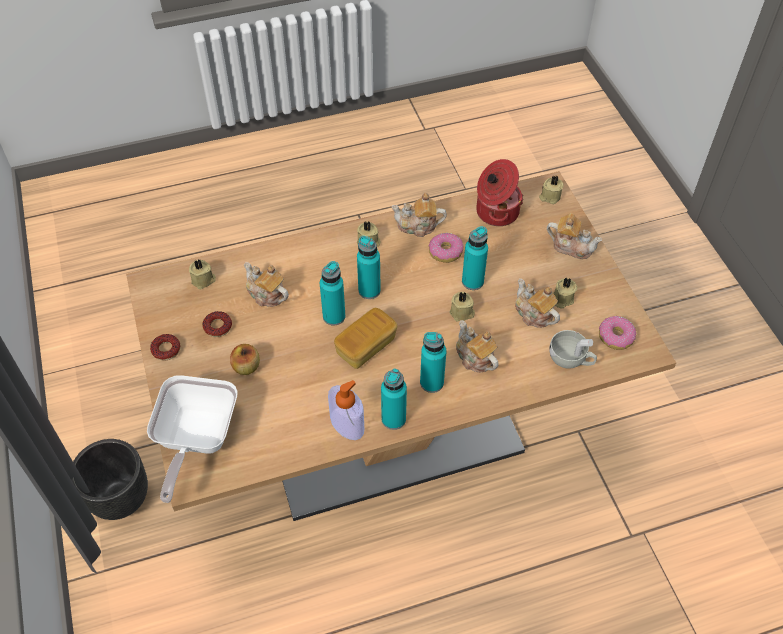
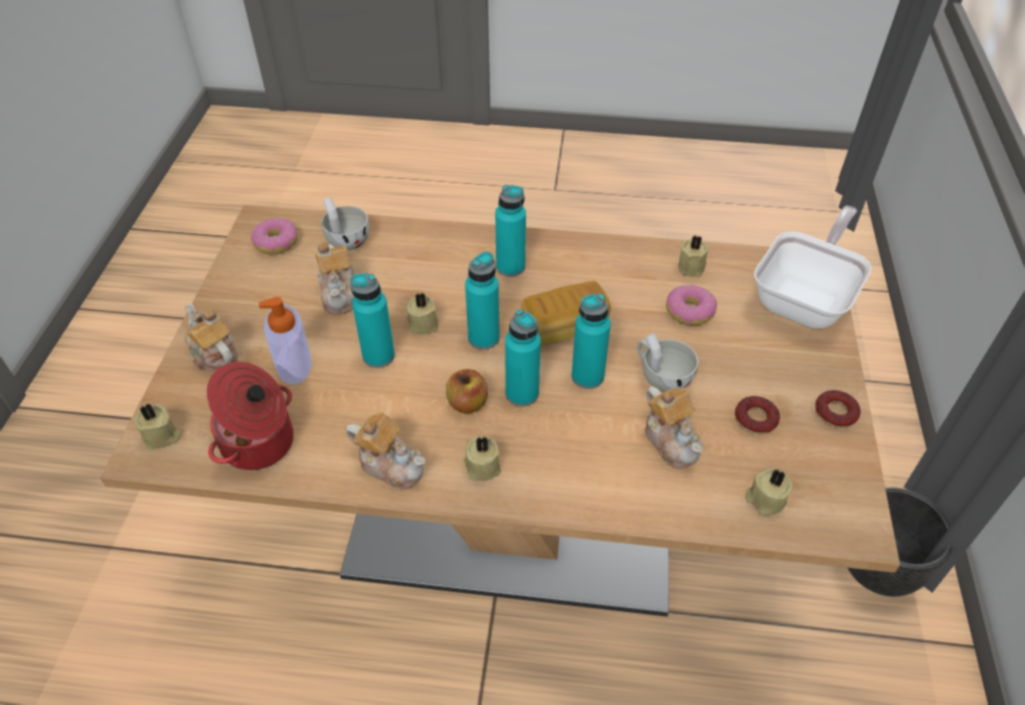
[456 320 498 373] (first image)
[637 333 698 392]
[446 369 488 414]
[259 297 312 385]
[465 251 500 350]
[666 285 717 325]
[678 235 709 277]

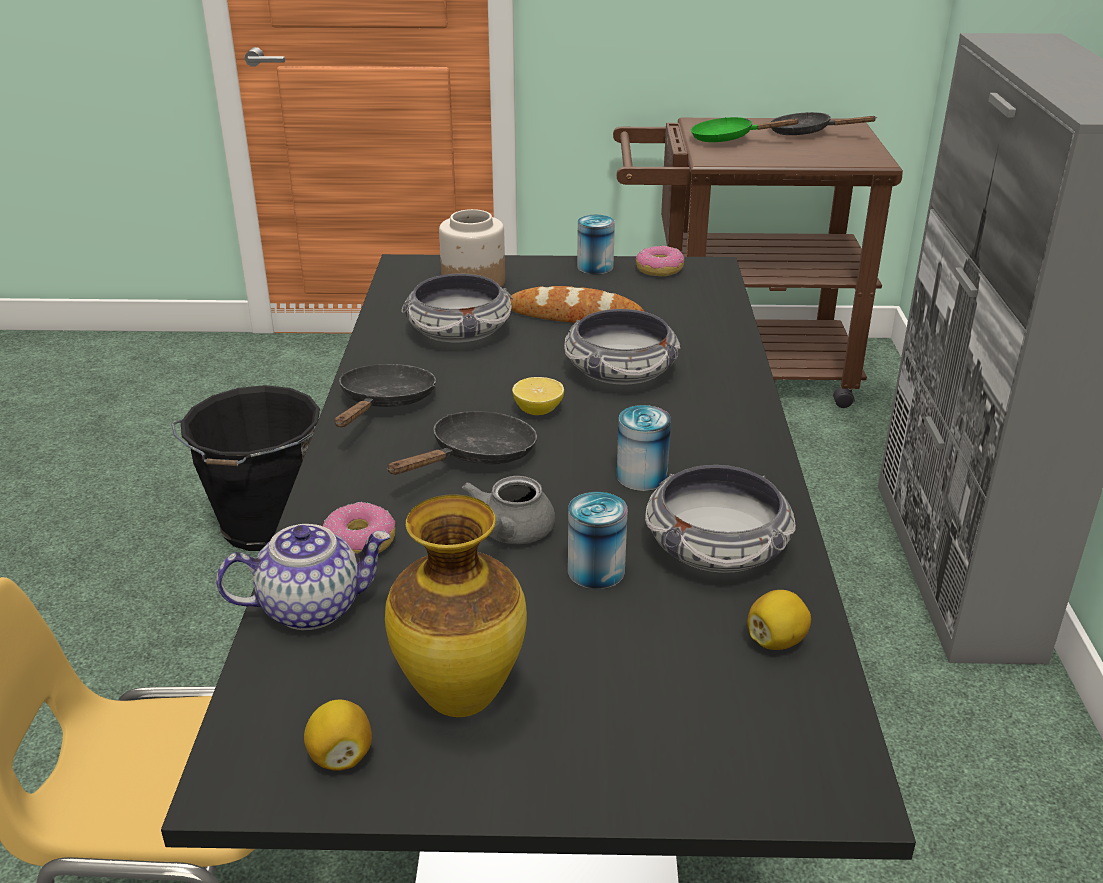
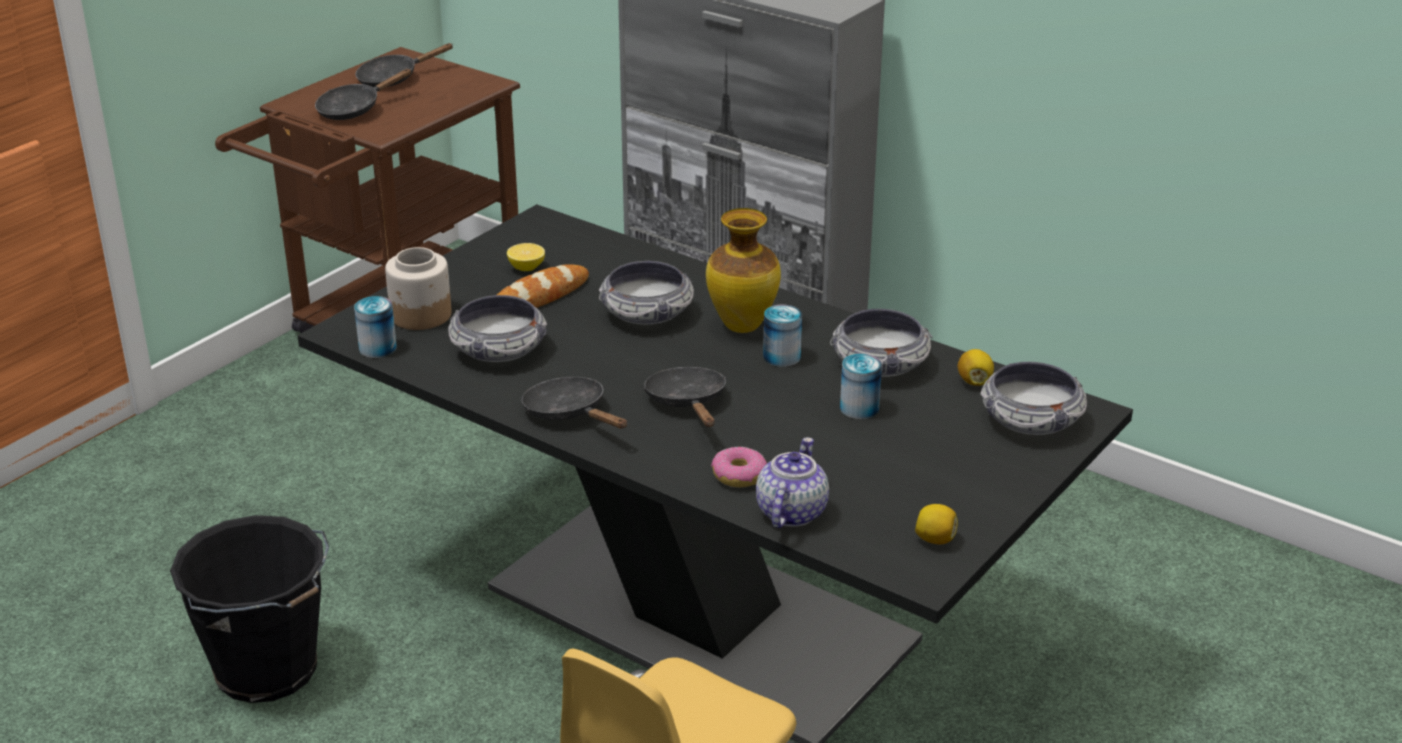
[462 476 555 544] (first image)
[635 246 684 276] (first image)
[981 362 1087 435]
[706 208 781 333]
[507 243 545 271]
[354 296 397 358]
[315 69 412 120]

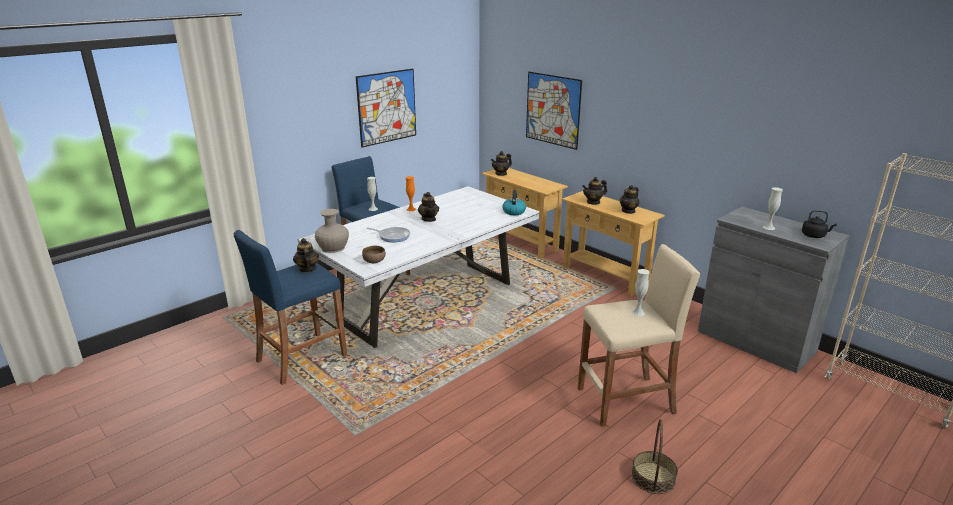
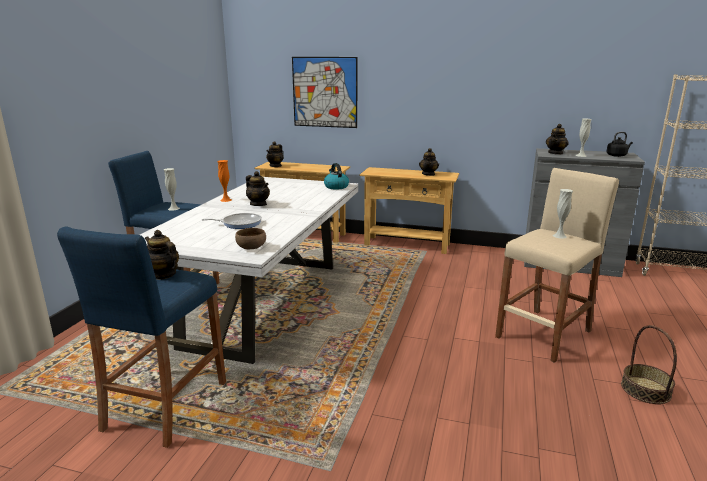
[315 209 349 253] (first image)
[356 69 416 147] (first image)
[546 124 569 155]

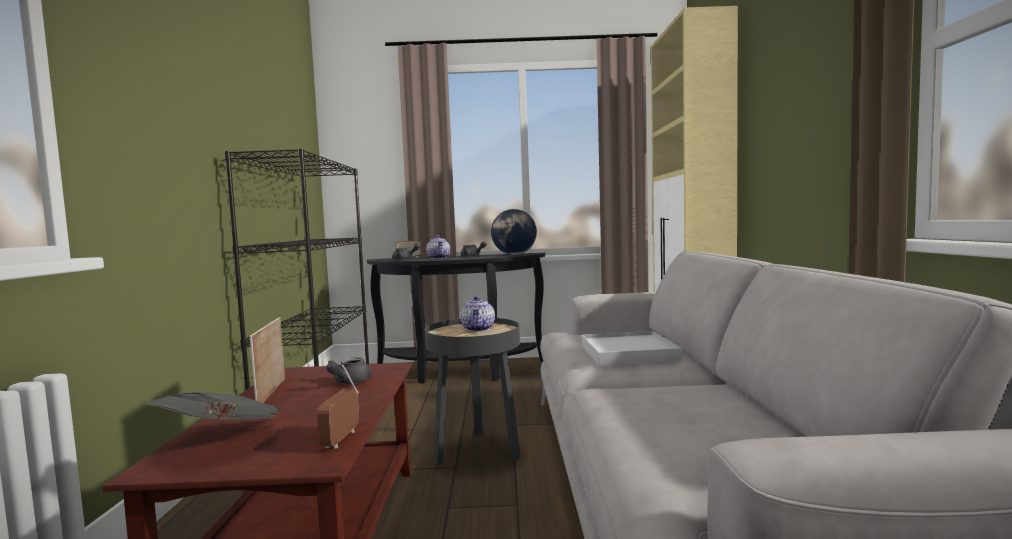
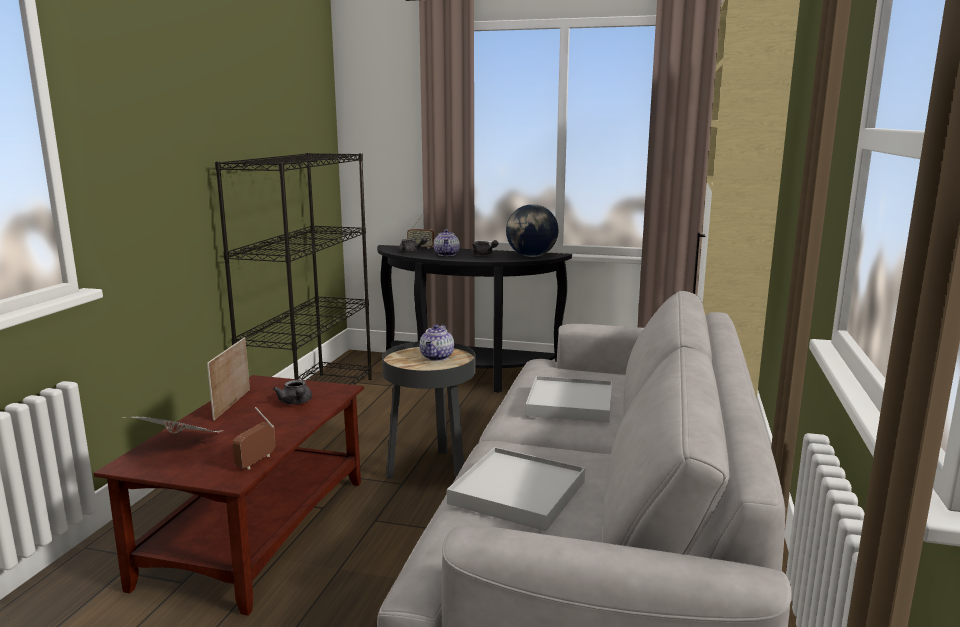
[447 447 585 531]
[273 380 312 404]

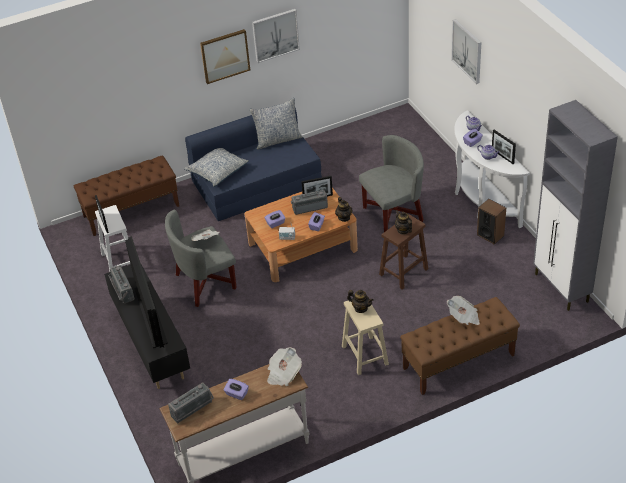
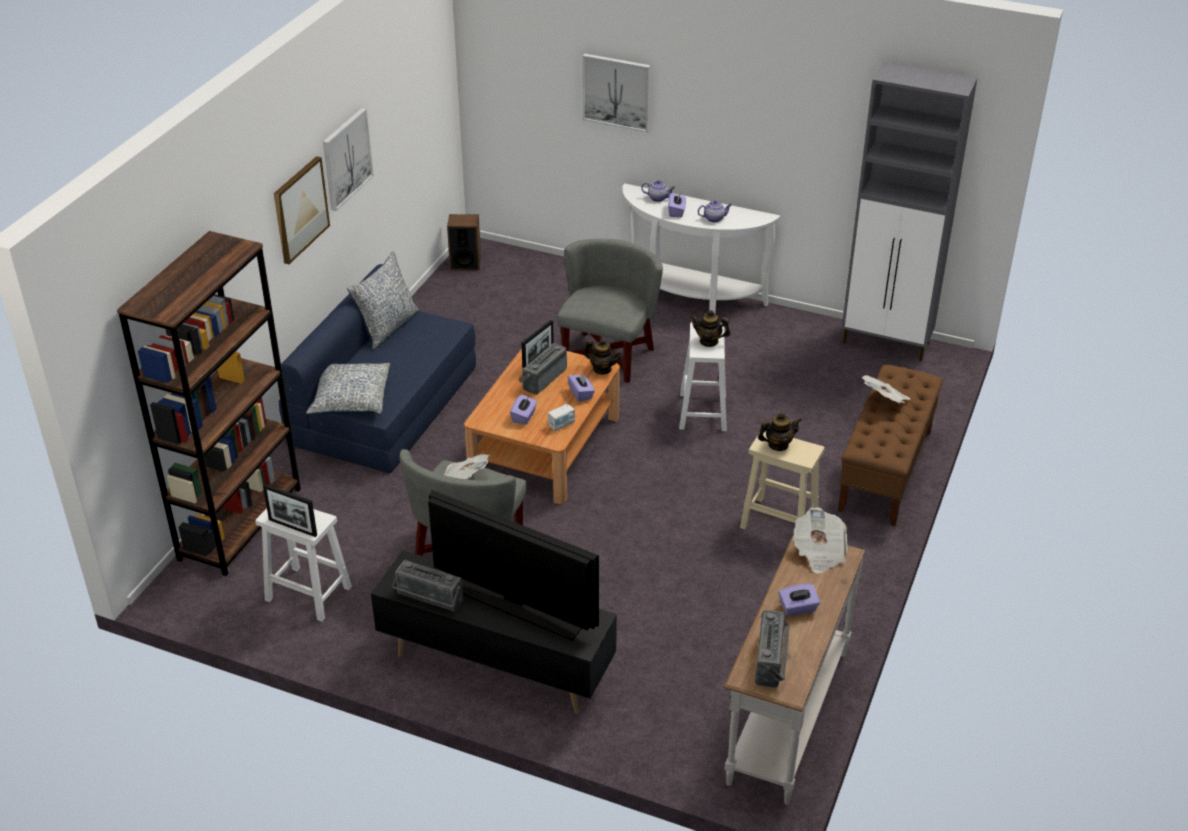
[492 130 516 164] (first image)
[447 214 481 271]
[117 231 301 576]
[679 322 727 431]

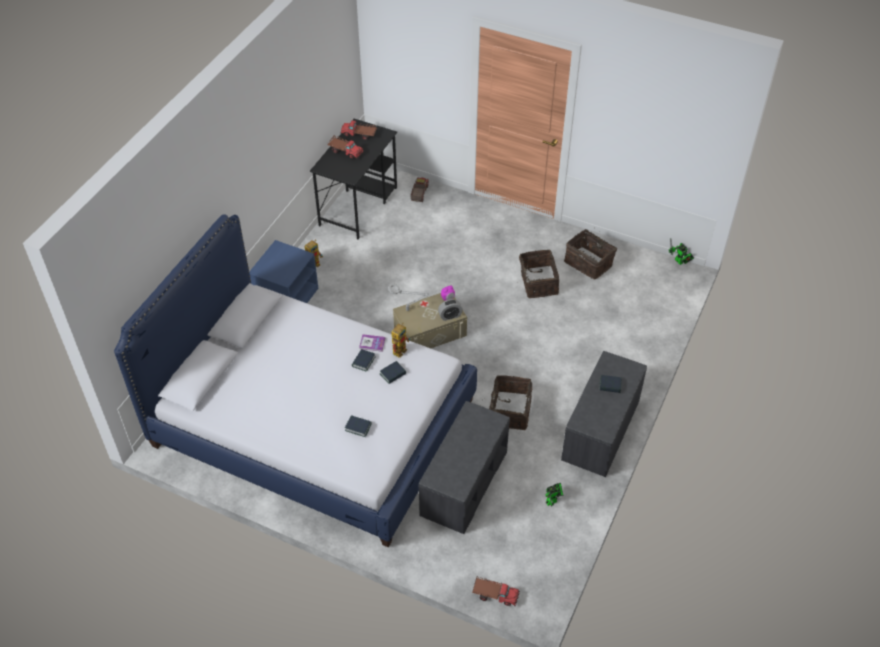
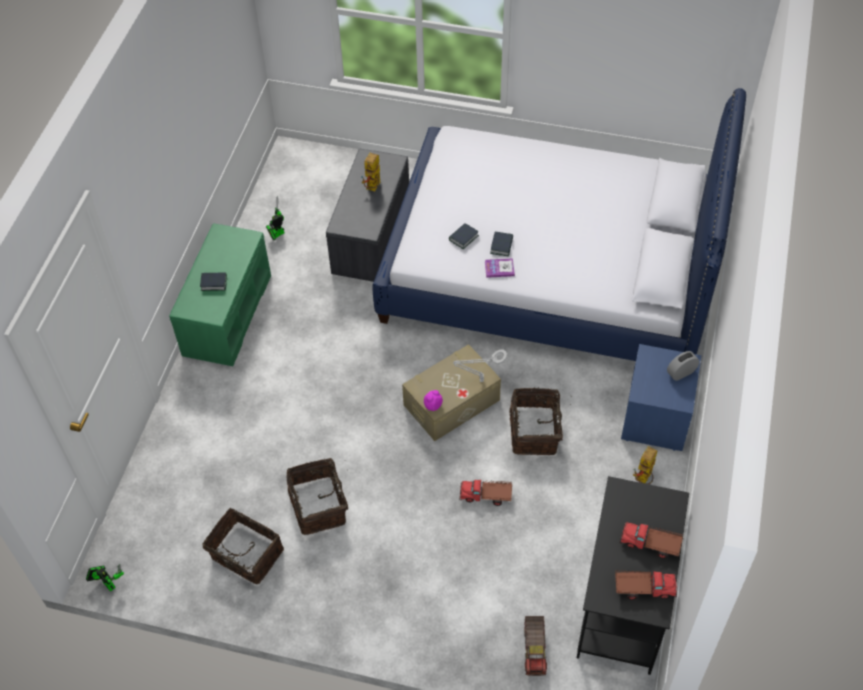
[345 415 372 437] (first image)
[361 153 380 191]
[667 351 699 381]
[460 480 513 506]
[509 387 571 455]
[169 223 271 366]

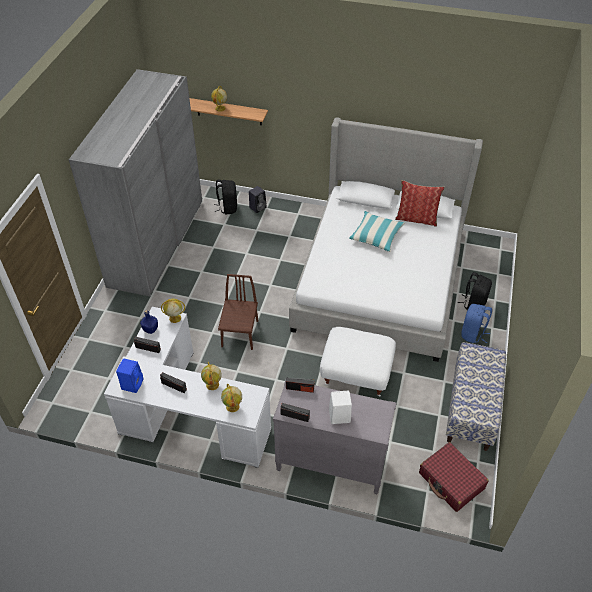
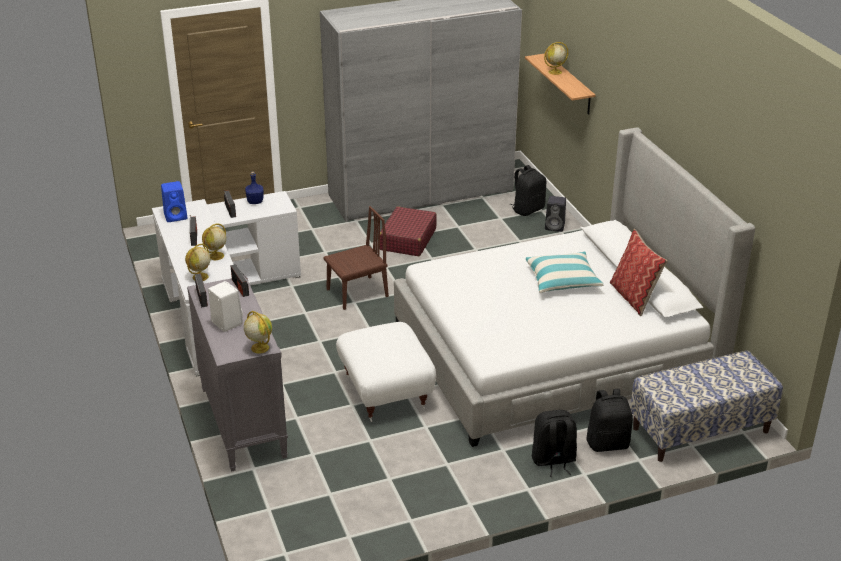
[244 311 272 354]
[380 206 437 256]
[630 351 783 462]
[532 410 577 477]

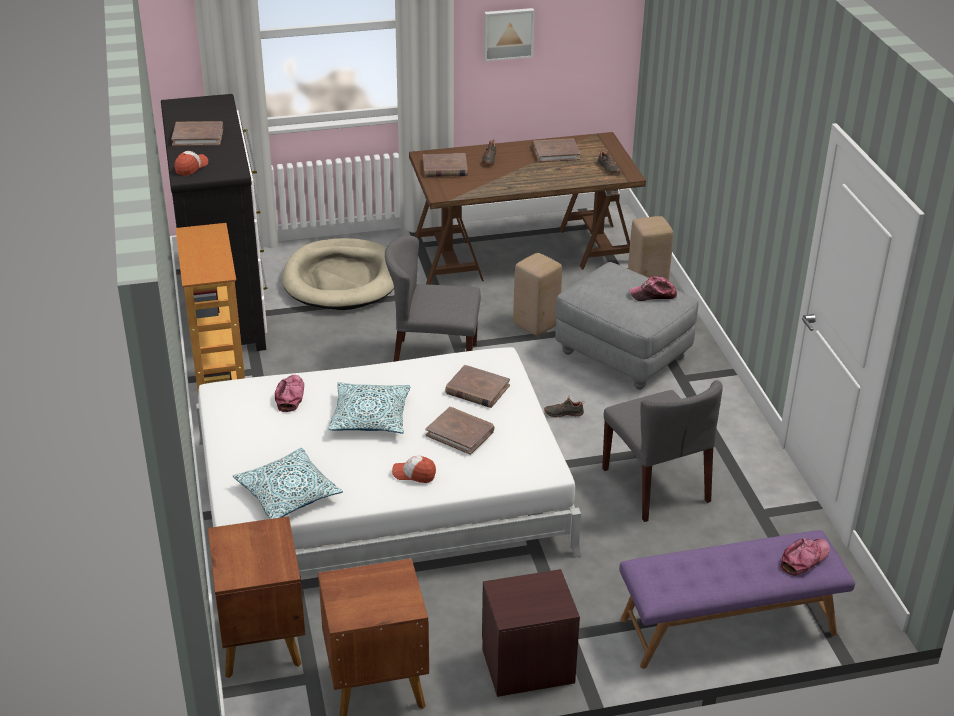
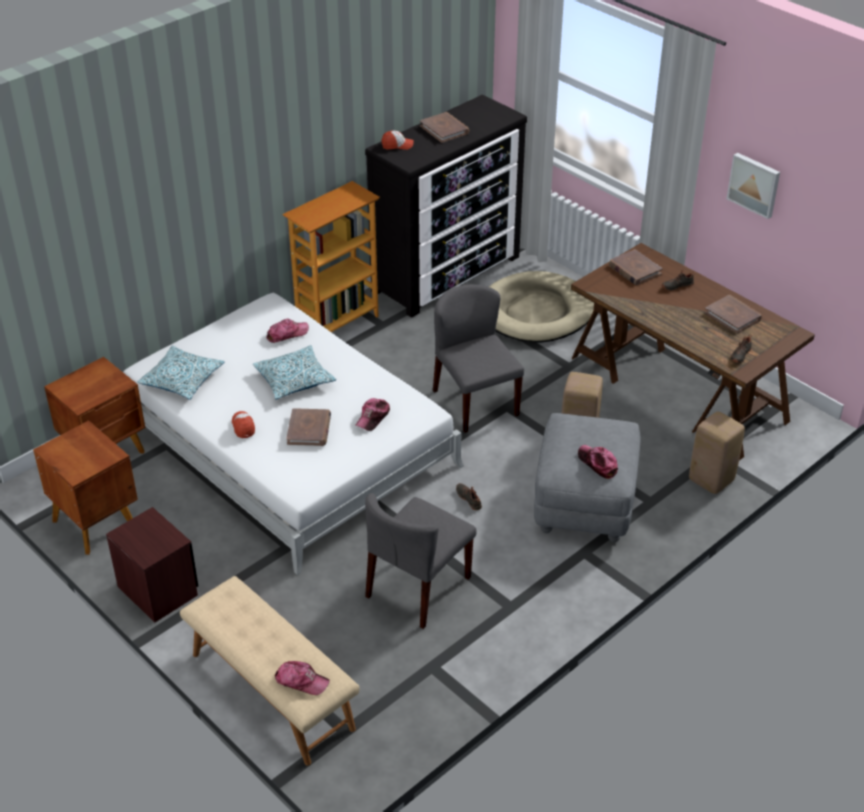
[355 398 390 431]
[180 576 360 766]

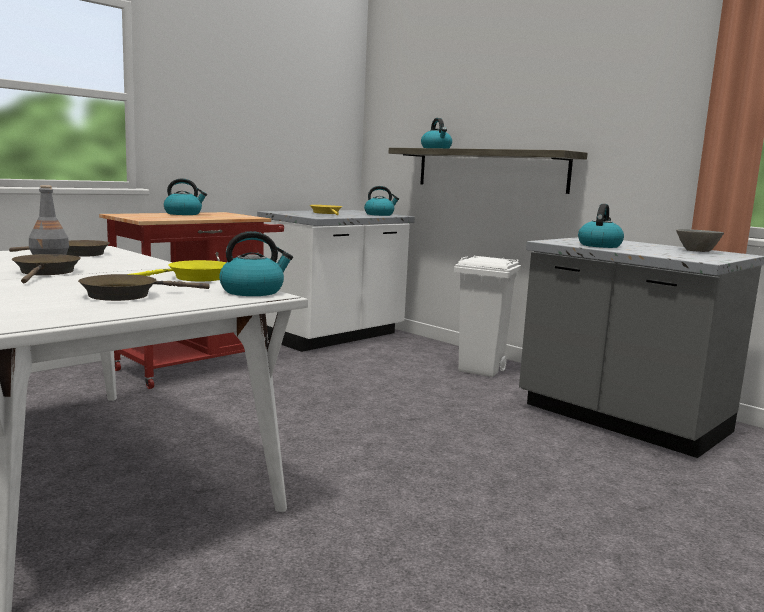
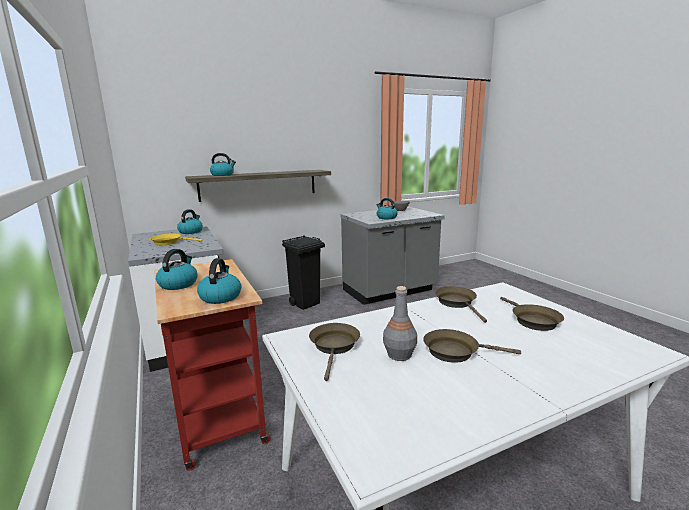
[197 258 241 304]
[435 286 487 323]
[282 235 325 310]

